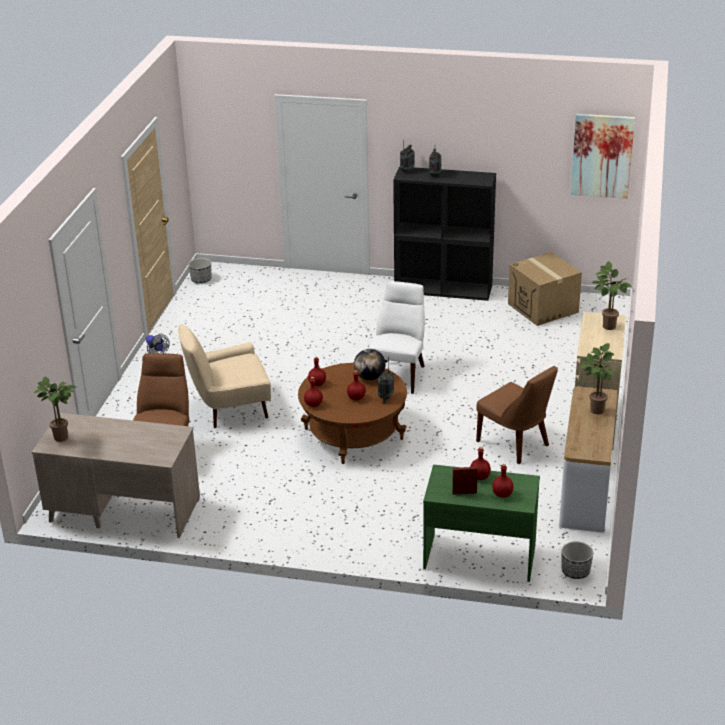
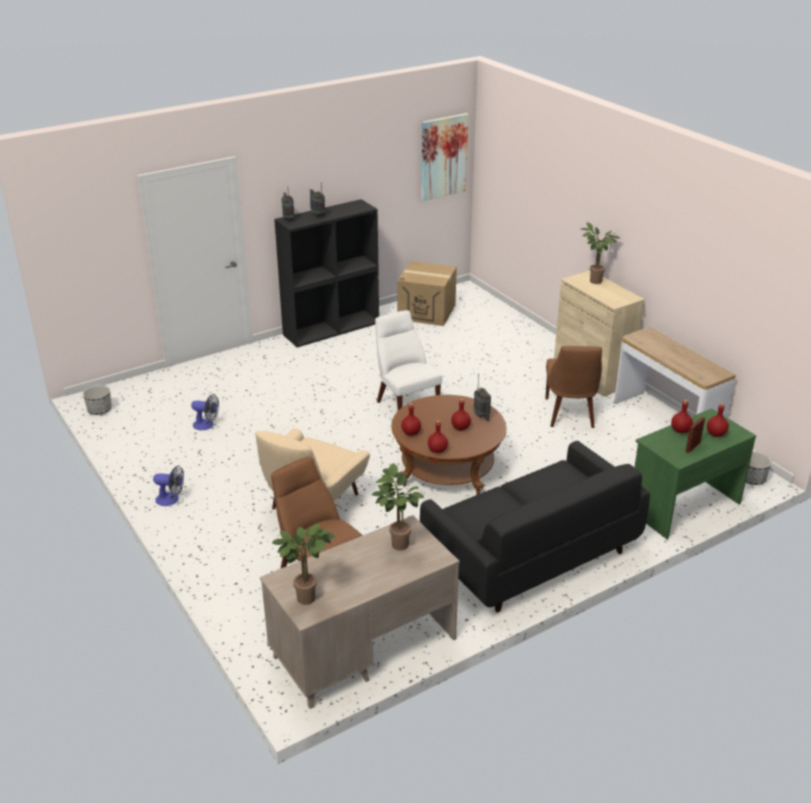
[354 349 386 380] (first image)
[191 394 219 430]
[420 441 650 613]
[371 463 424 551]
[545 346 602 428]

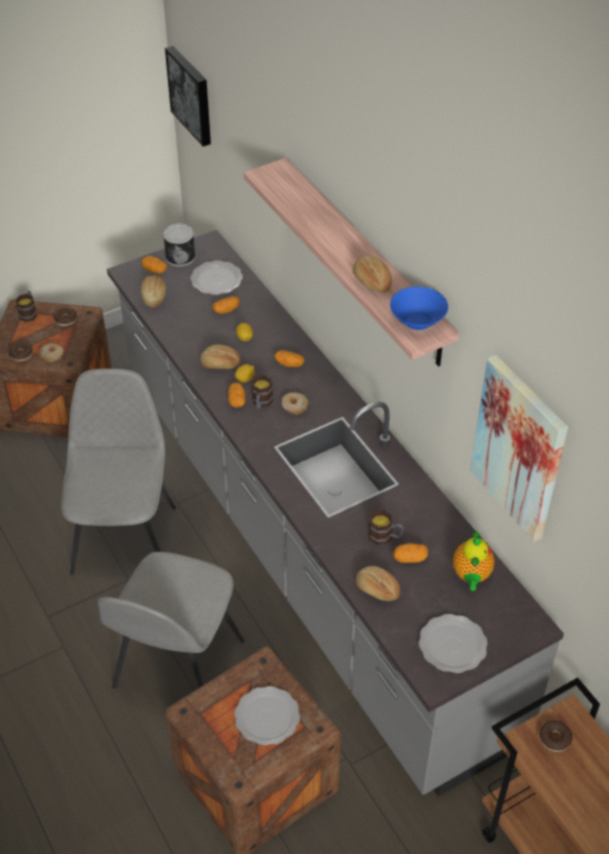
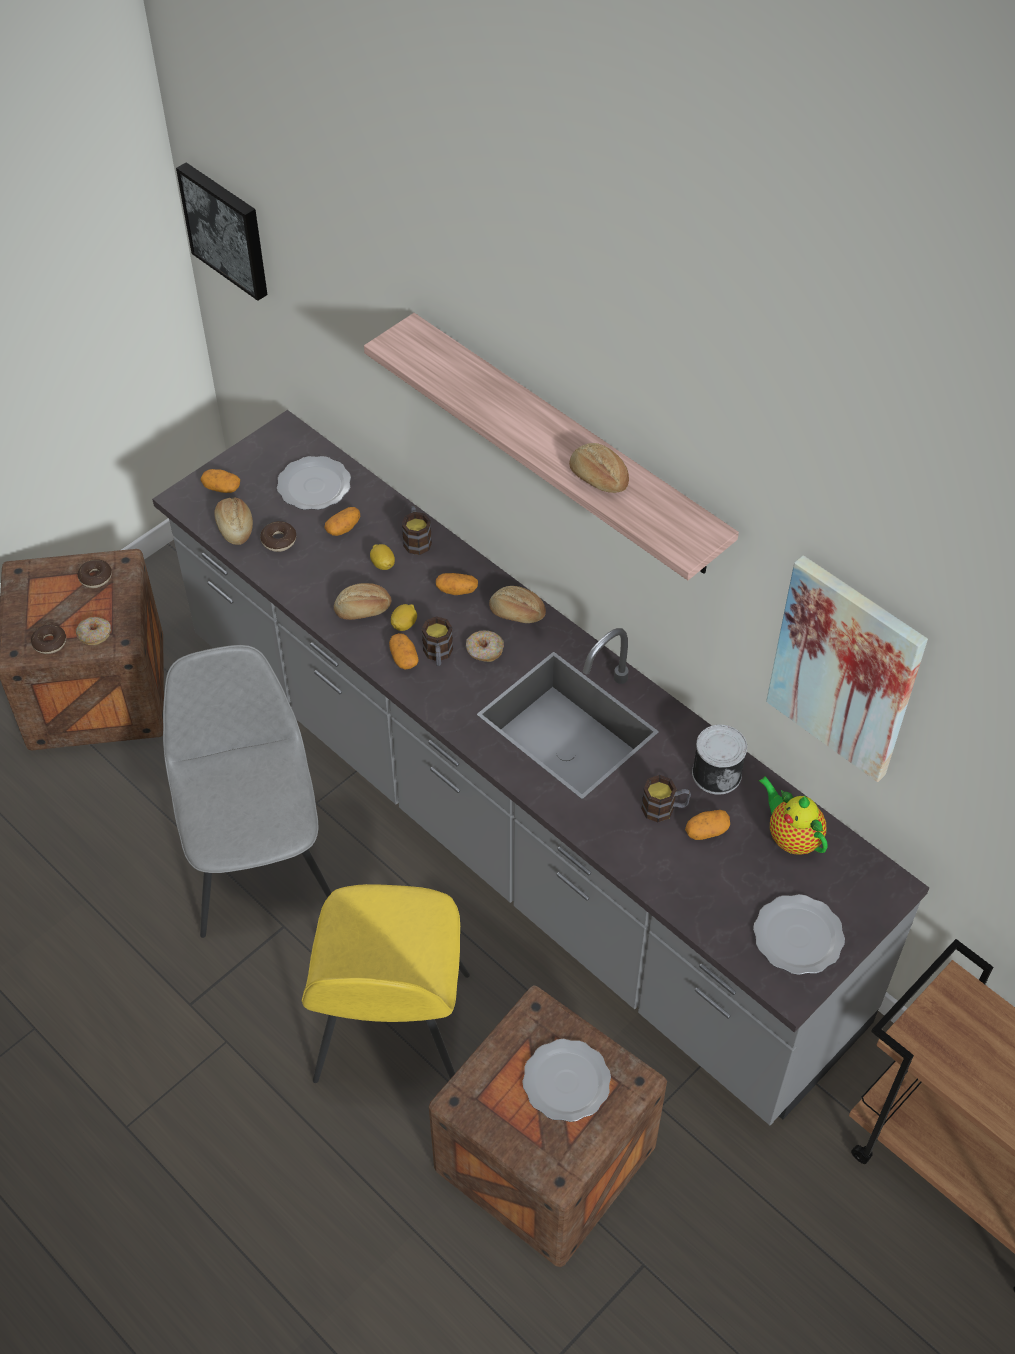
[390 286 448 330] (first image)
[402 506 432 555]
[692 725 747 795]
[489 586 546 623]
[260 521 296 552]
[302 884 470 1083]
[759 776 828 855]

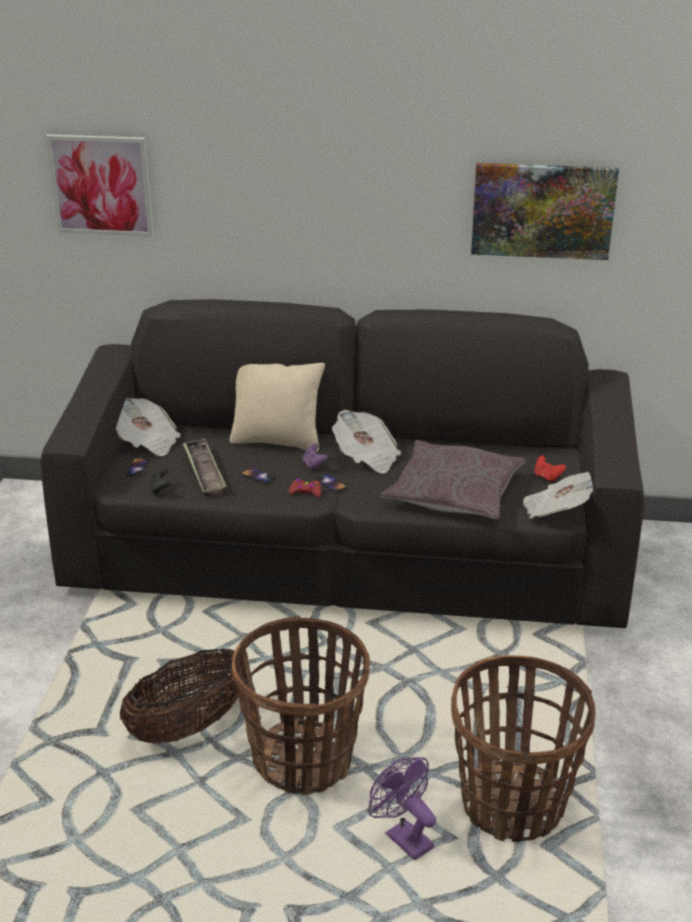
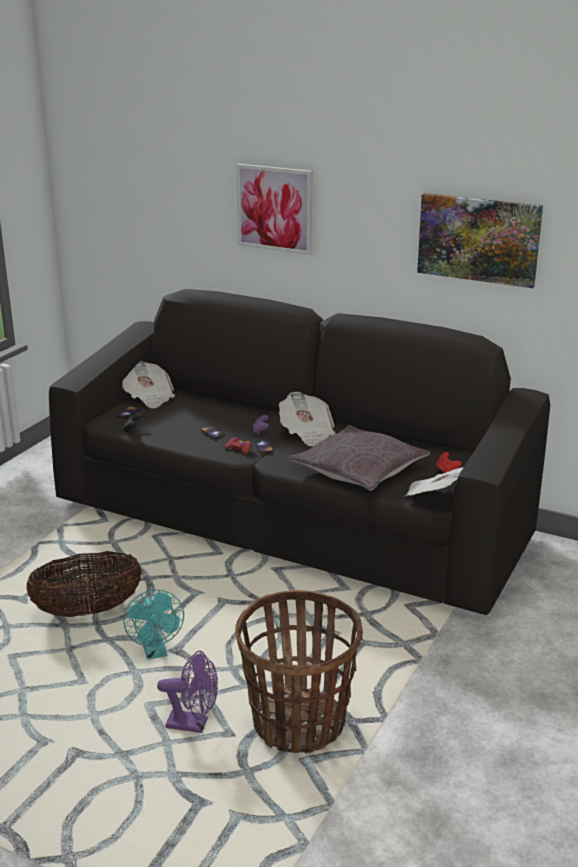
[183 439 227 496] (first image)
[229 363 325 452] (first image)
[236 164 312 255]
[123 590 184 660]
[157 651 218 733]

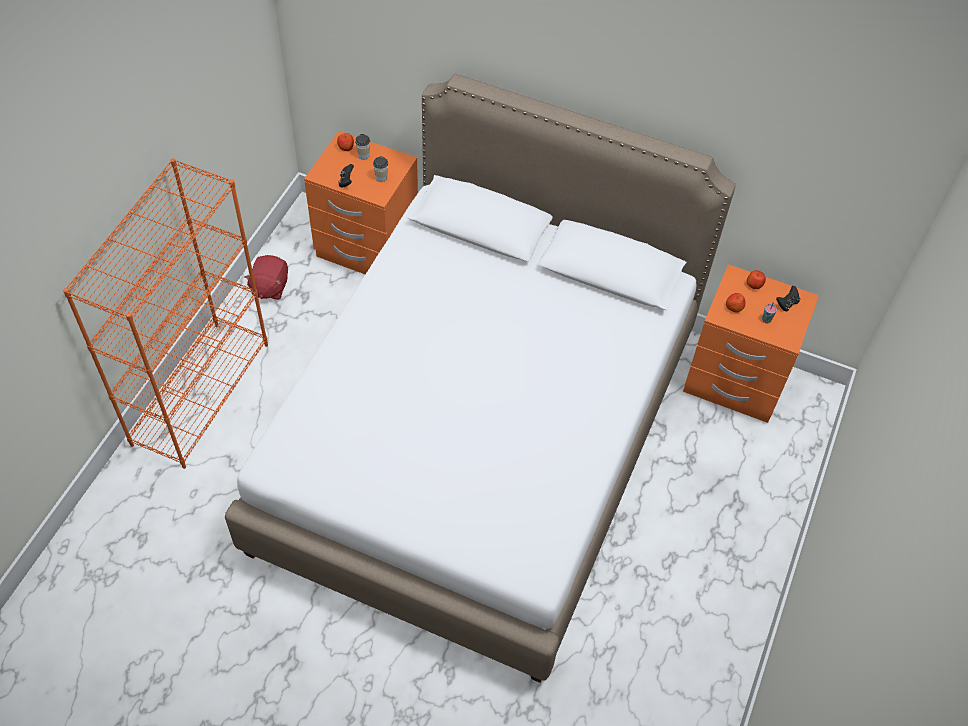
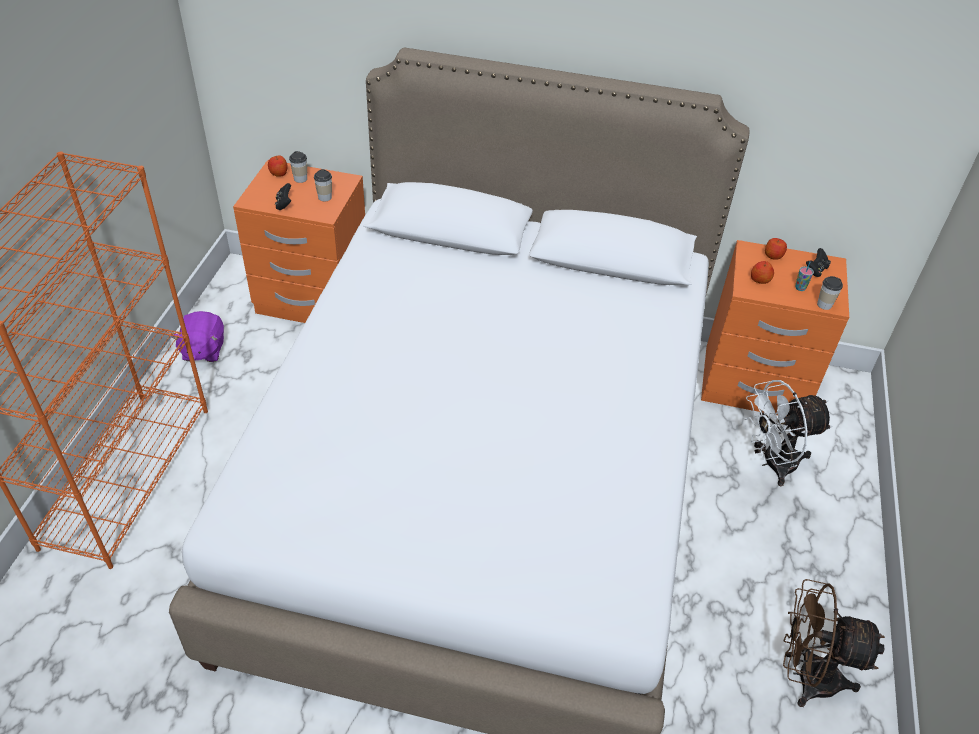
[745 380 832 486]
[783 579 885 707]
[817 276 843 310]
[171 311 224 362]

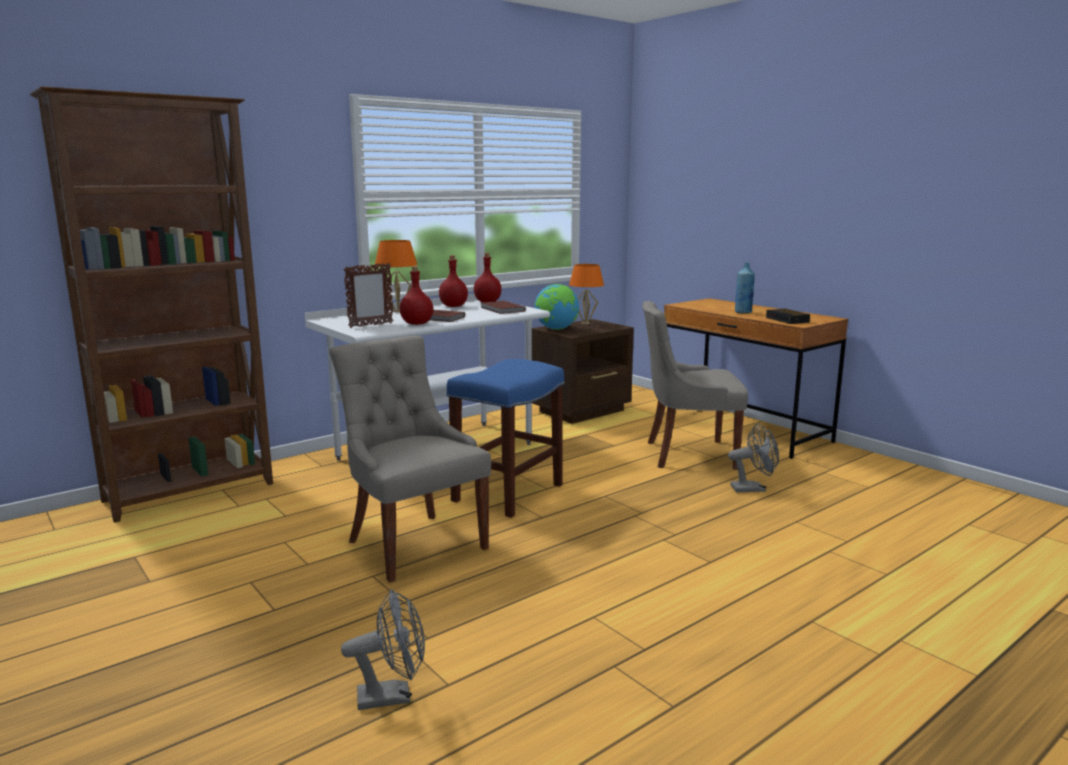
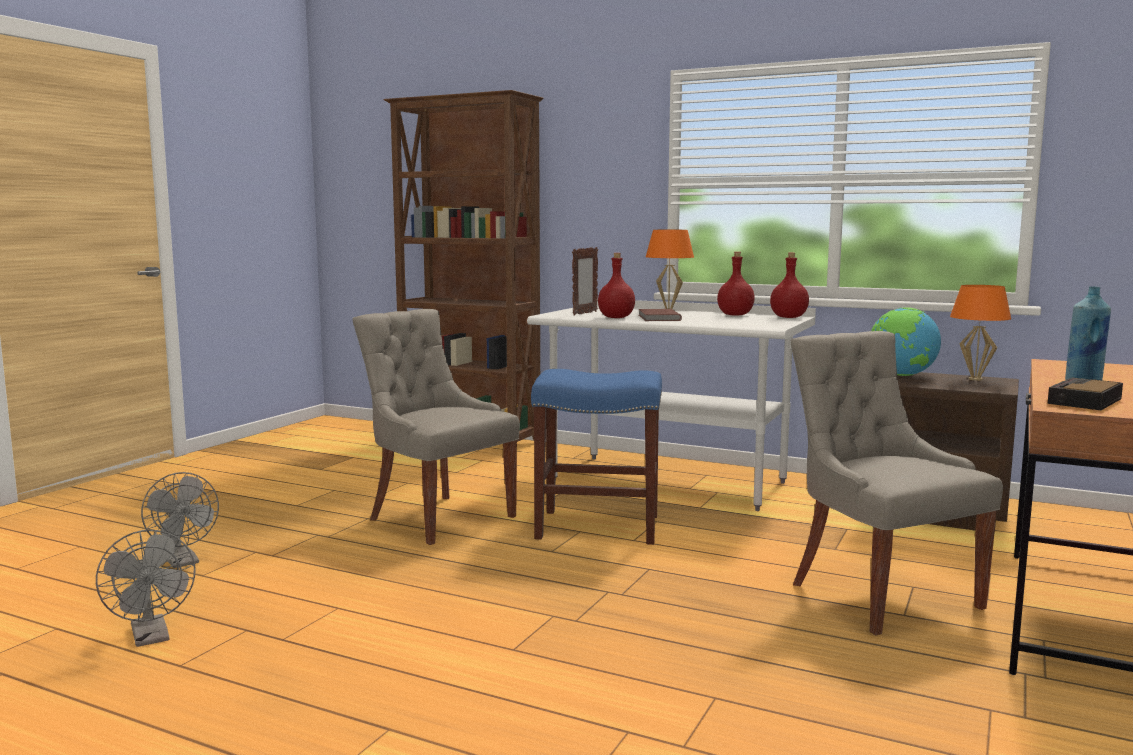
[481 301 526 314] (first image)
[96 530 195 647]
[352 309 520 545]
[572 247 598 316]

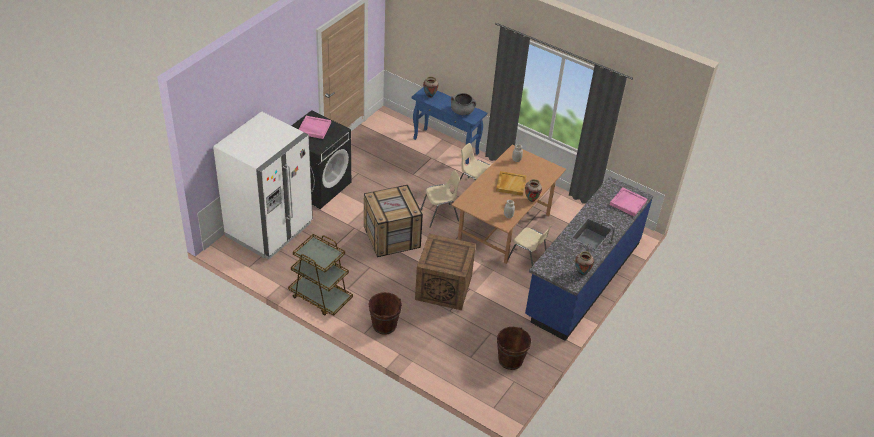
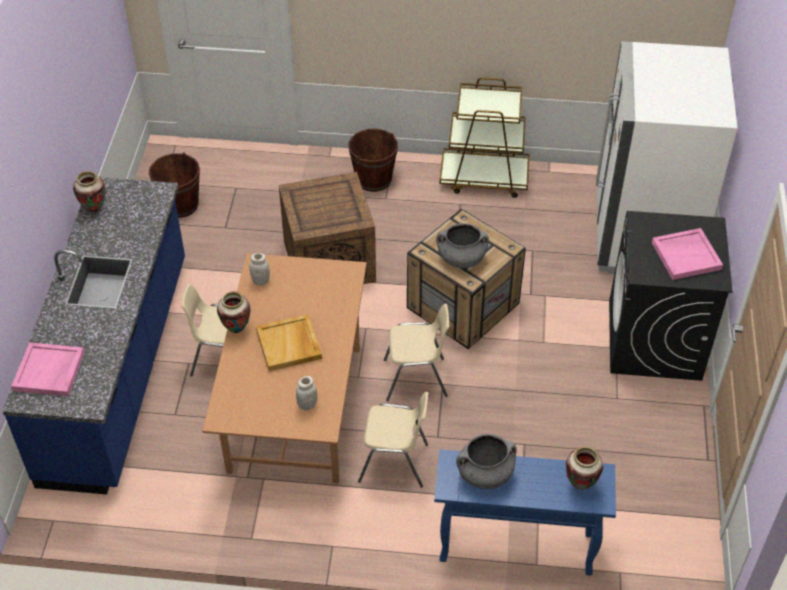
[436 223 489 268]
[384 304 449 401]

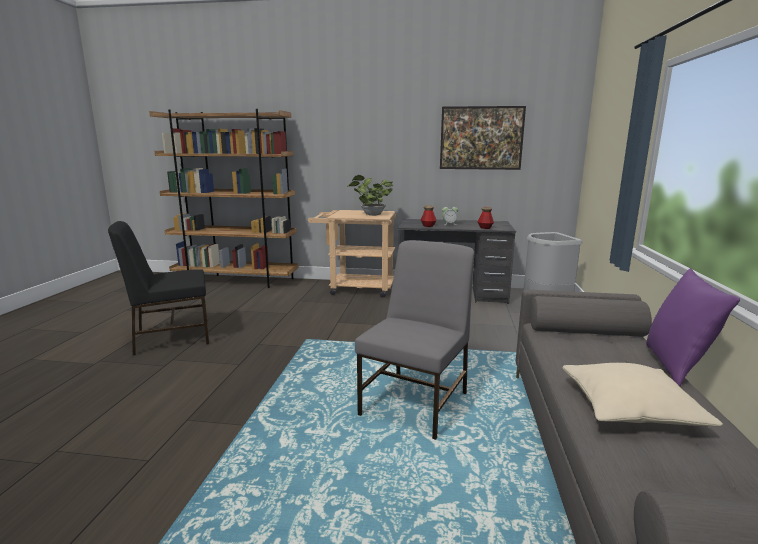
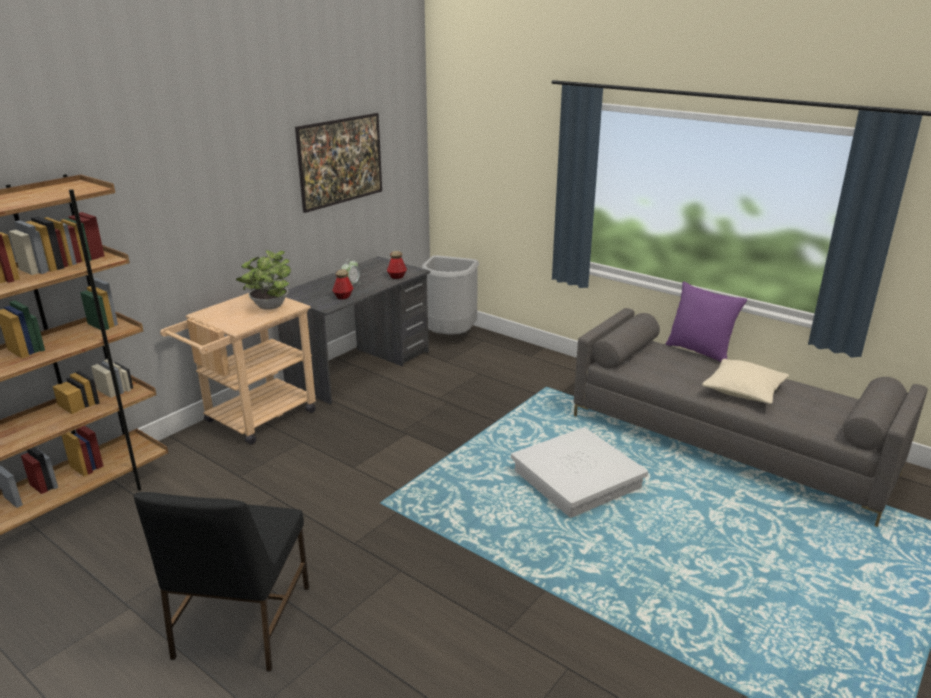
[511 427 648 518]

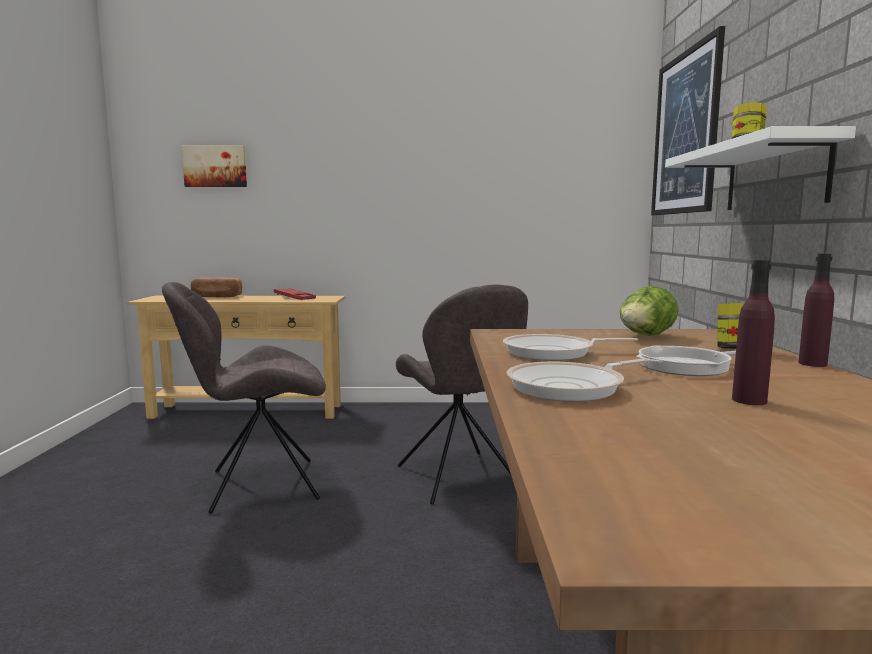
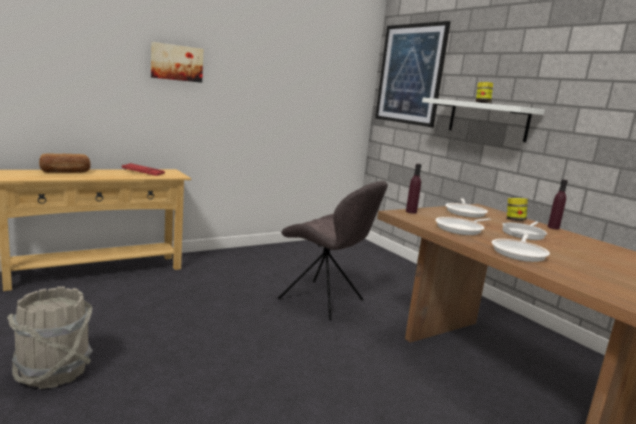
[162 282 326 514] (first image)
[7 286 93 389]
[151 42 204 83]
[406 164 421 214]
[446 198 488 218]

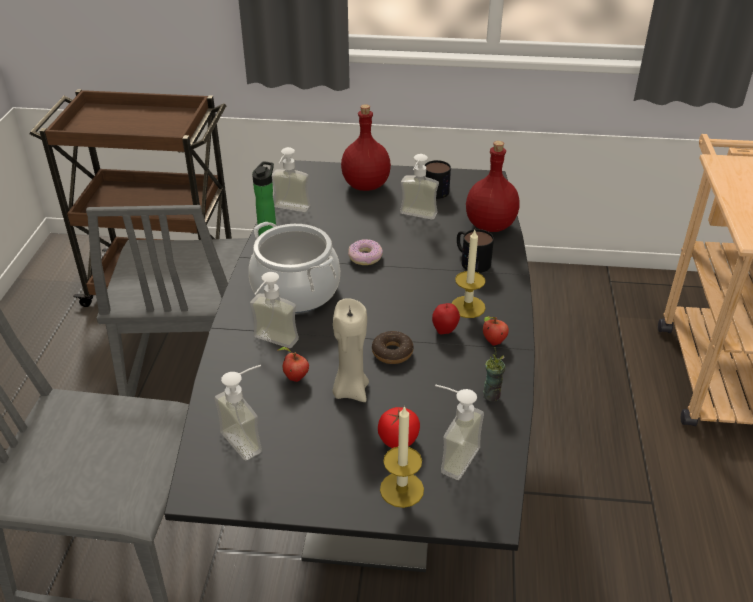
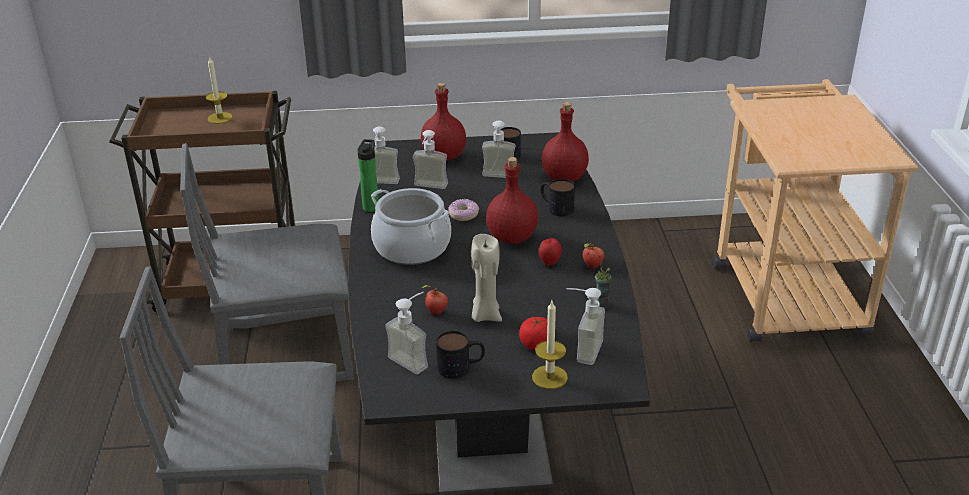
[372 331 414 364] (first image)
[436 331 485 379]
[486 157 538 244]
[413 130 448 189]
[206 56 233 124]
[180 143 354 382]

